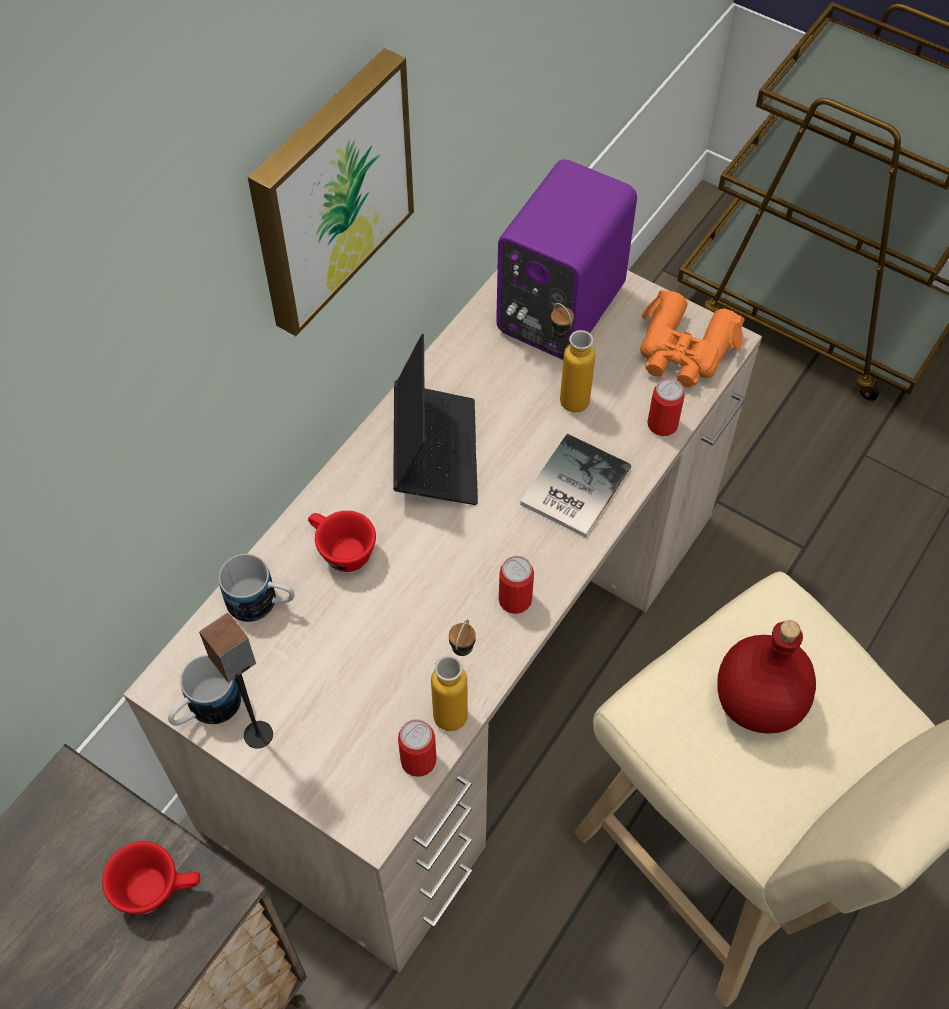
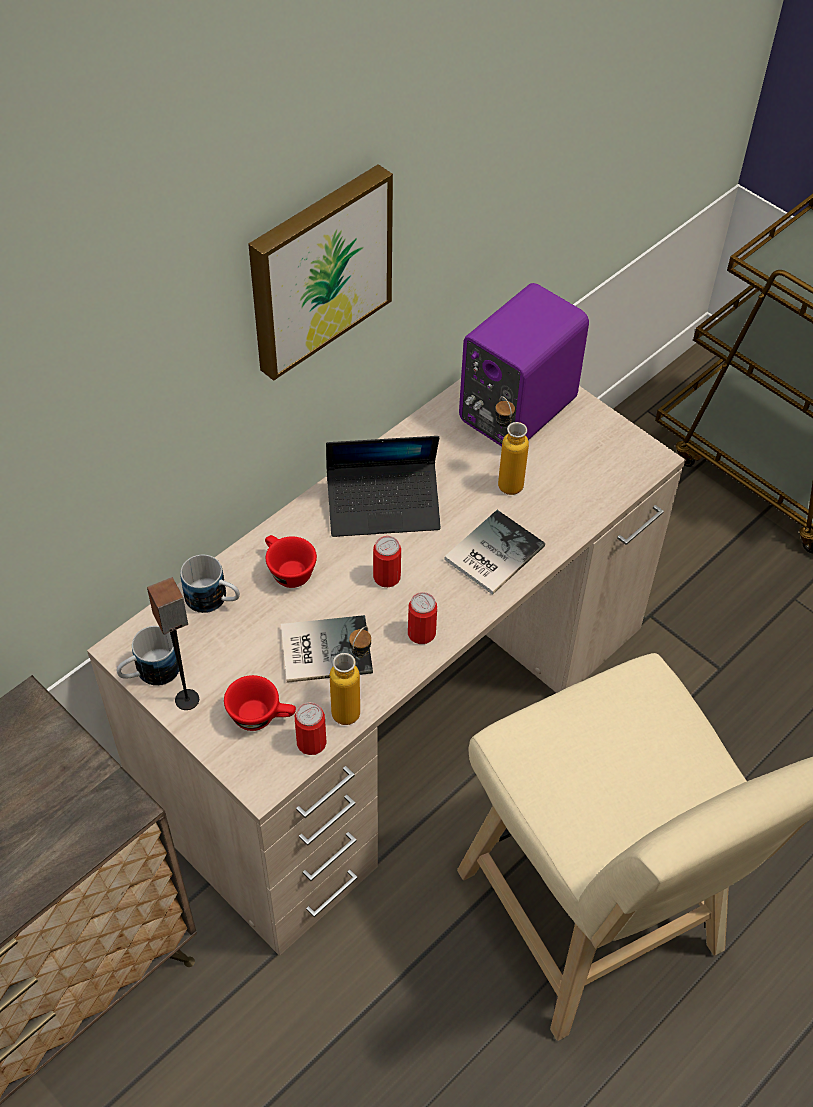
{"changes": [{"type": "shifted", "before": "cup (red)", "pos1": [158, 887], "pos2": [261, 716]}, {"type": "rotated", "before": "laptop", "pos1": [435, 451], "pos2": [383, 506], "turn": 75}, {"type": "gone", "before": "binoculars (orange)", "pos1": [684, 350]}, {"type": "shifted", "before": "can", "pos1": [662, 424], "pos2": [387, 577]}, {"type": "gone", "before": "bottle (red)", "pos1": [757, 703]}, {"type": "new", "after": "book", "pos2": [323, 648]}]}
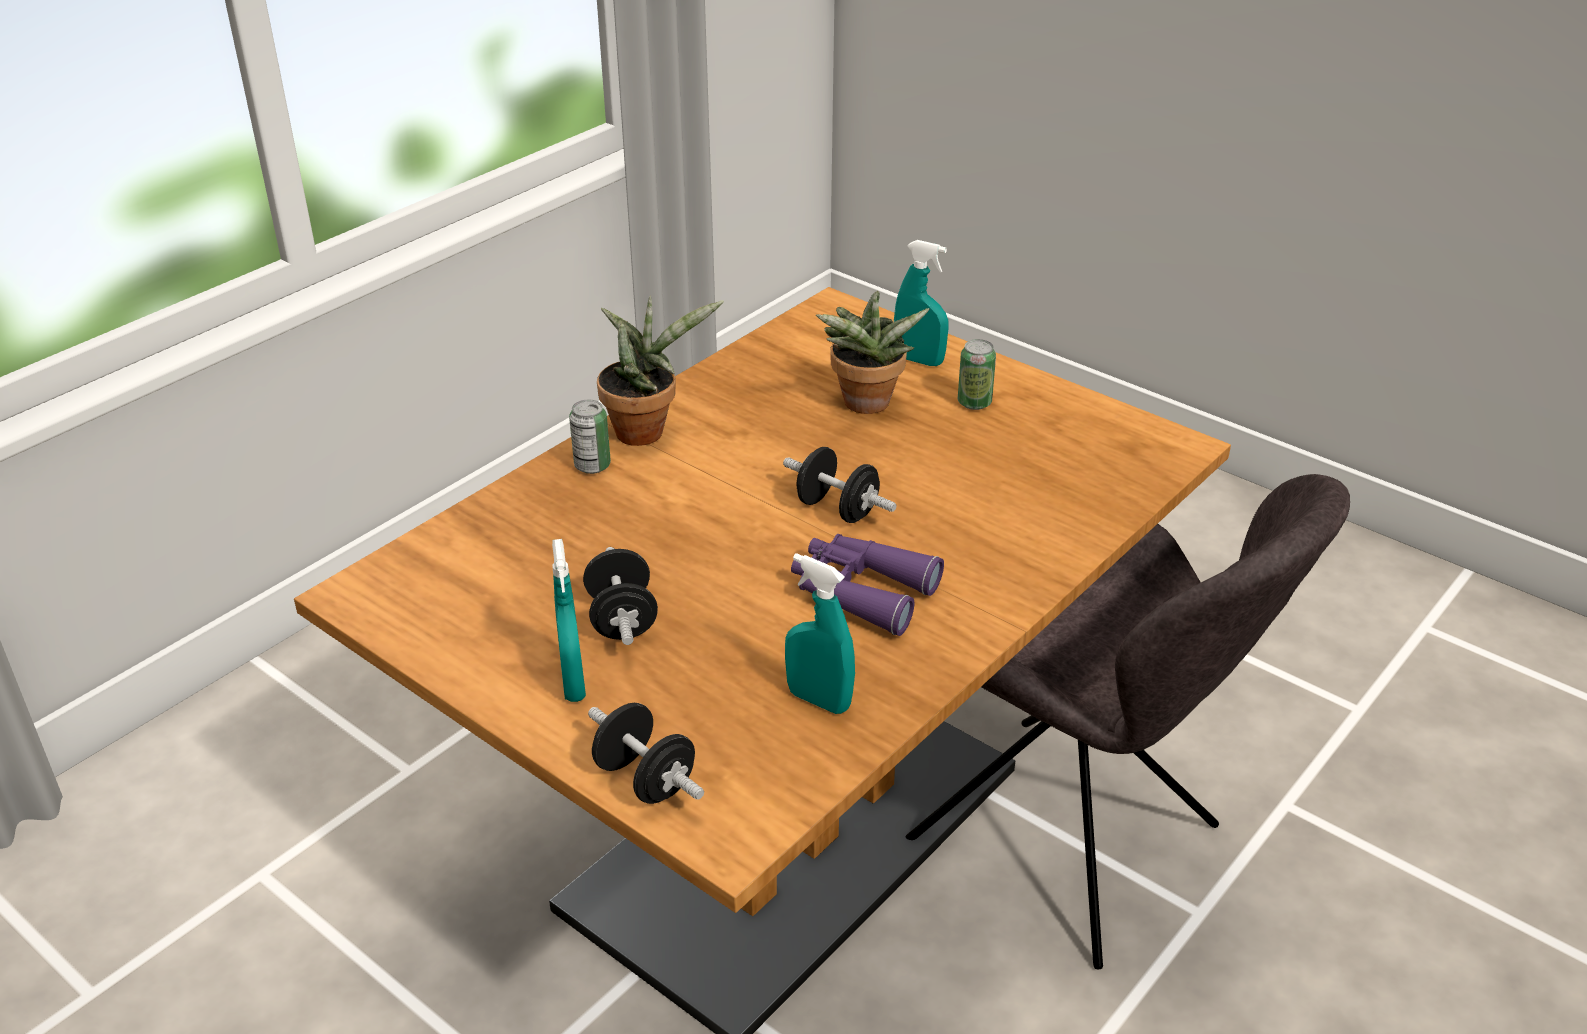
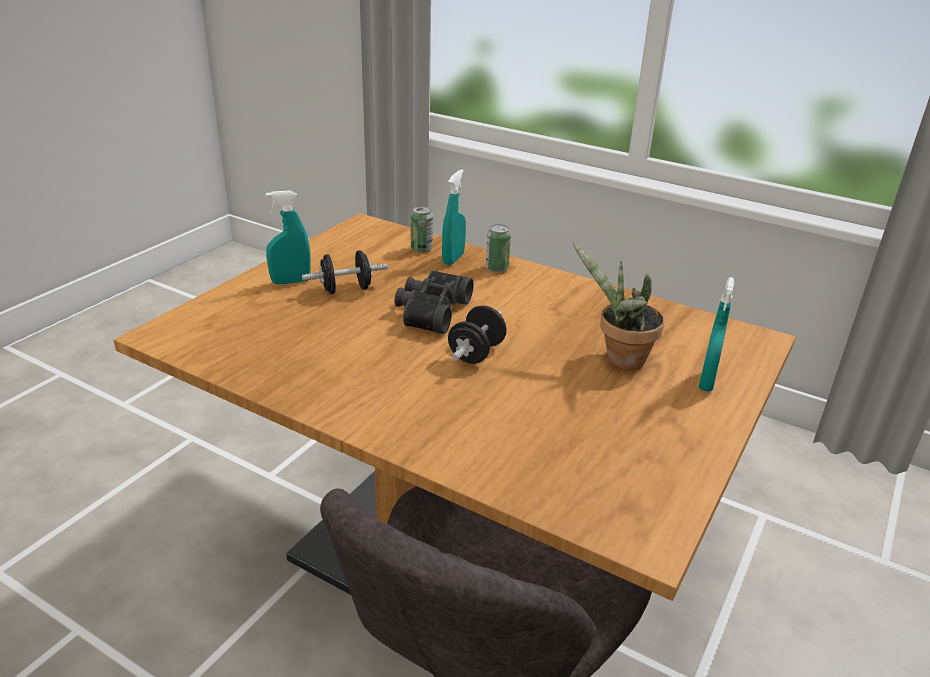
{"changes": [{"type": "gone", "before": "dumbbell (black)", "pos1": [645, 779]}, {"type": "gone", "before": "potted plant", "pos1": [646, 430]}, {"type": "shifted", "before": "spray bottle (turquoise)", "pos1": [818, 700], "pos2": [453, 259]}, {"type": "gone", "before": "binoculars (purple)", "pos1": [860, 592]}, {"type": "shifted", "before": "can", "pos1": [974, 403], "pos2": [421, 249]}, {"type": "new", "after": "binoculars (black)", "pos2": [430, 311]}]}
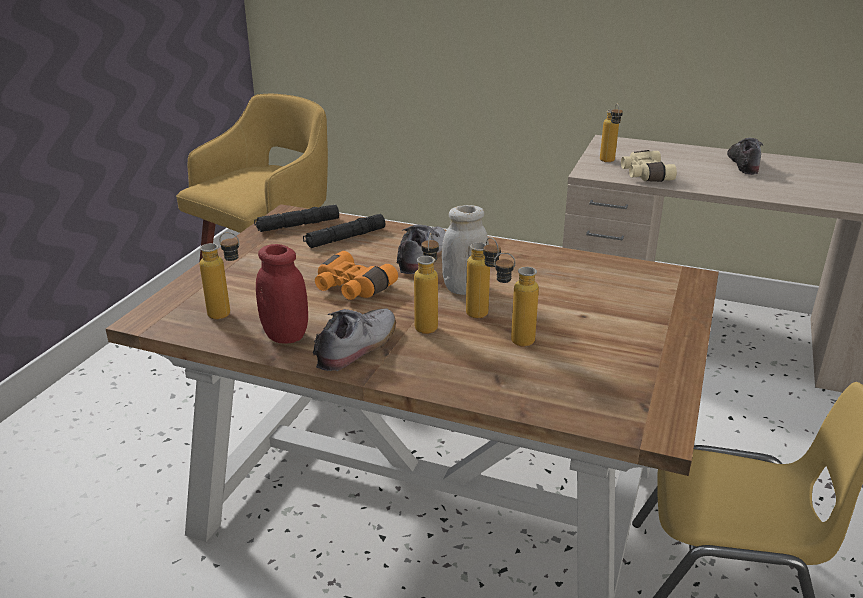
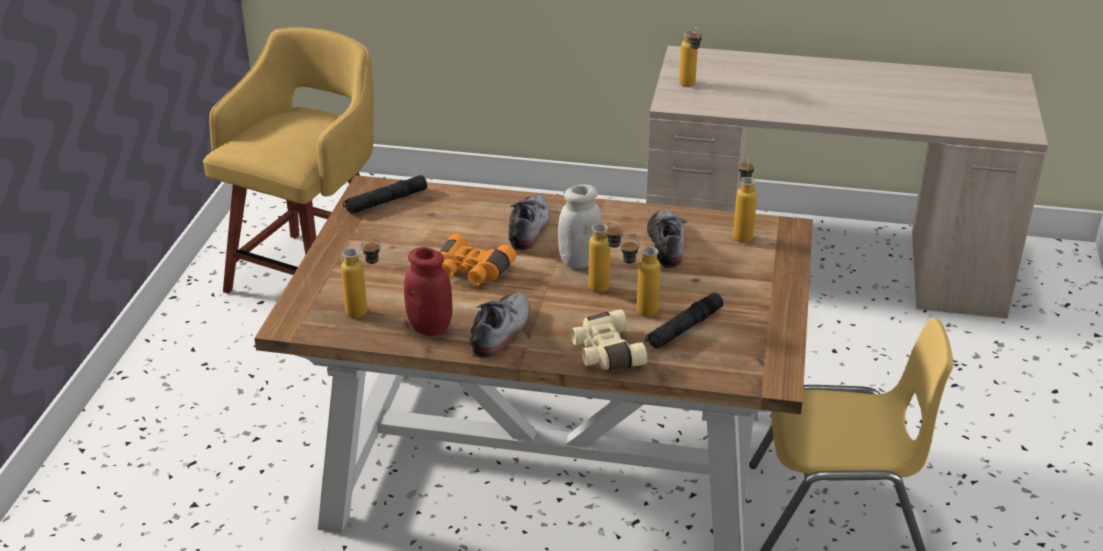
{"changes": [{"type": "shifted", "before": "flashlight (black)", "pos1": [345, 238], "pos2": [684, 328]}, {"type": "shifted", "before": "bottle", "pos1": [428, 323], "pos2": [741, 233]}, {"type": "shifted", "before": "binoculars (beige)", "pos1": [644, 175], "pos2": [605, 352]}, {"type": "shifted", "before": "shoe", "pos1": [743, 164], "pos2": [666, 244]}]}
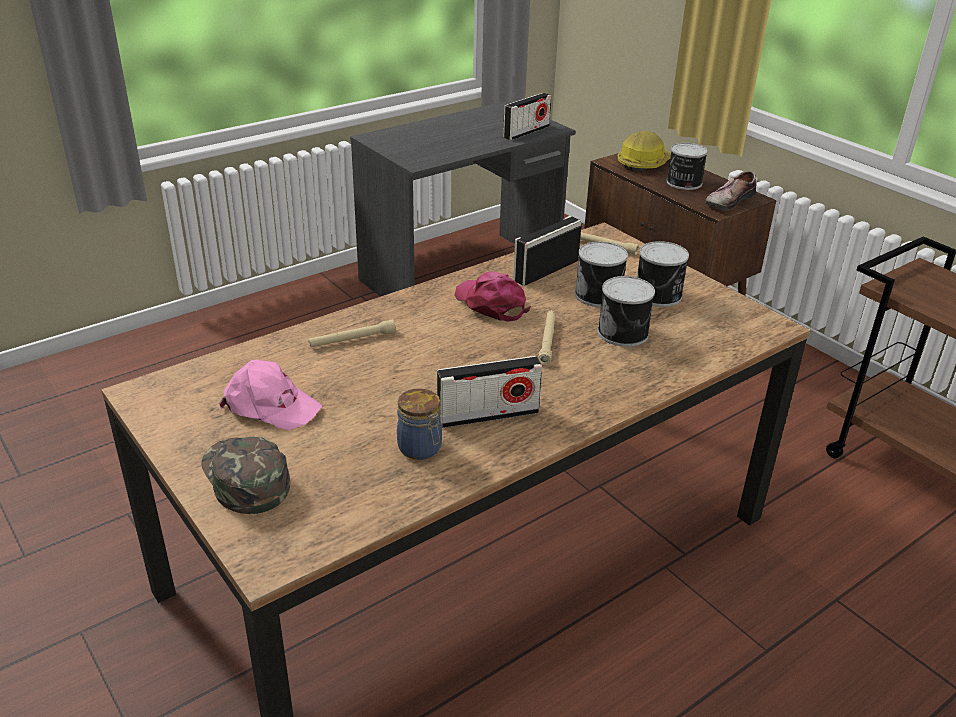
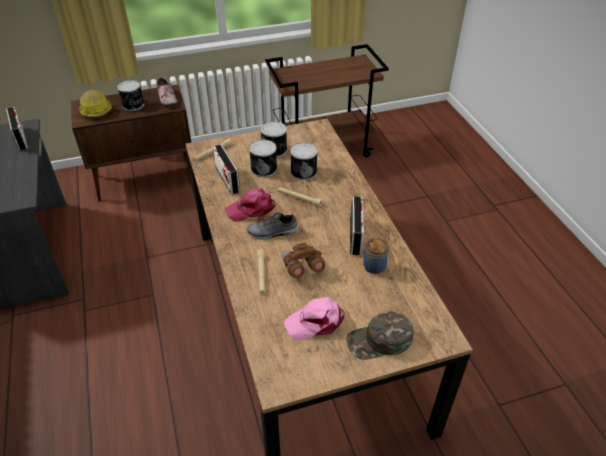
{"changes": [{"type": "rotated", "before": "cap (pink)", "pos1": [270, 406], "pos2": [316, 321], "turn": -150}, {"type": "new", "after": "shoe (grey)", "pos2": [272, 233]}, {"type": "new", "after": "binoculars (brown)", "pos2": [302, 268]}]}
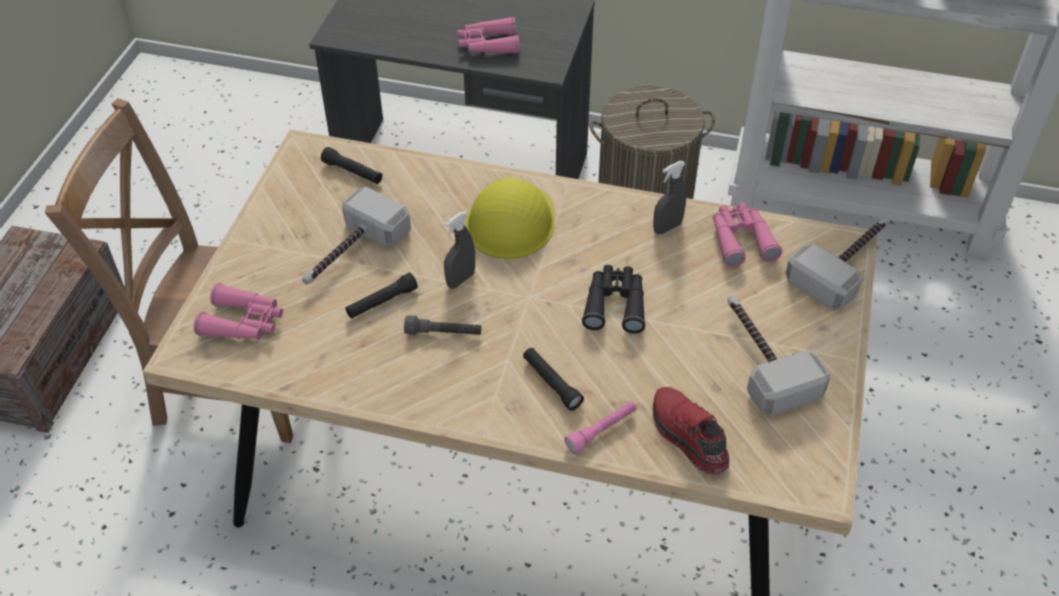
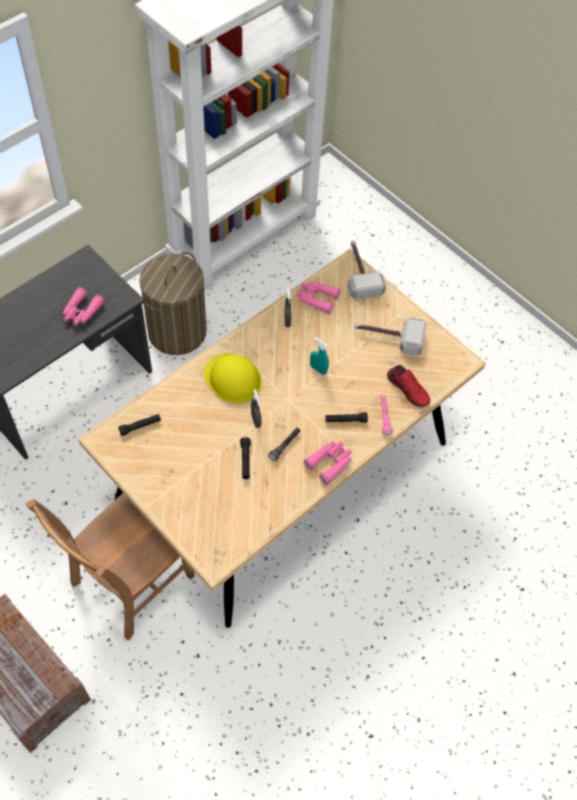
{"changes": [{"type": "shifted", "before": "binoculars (pink)", "pos1": [244, 322], "pos2": [330, 463]}, {"type": "gone", "before": "hammer", "pos1": [350, 253]}, {"type": "swapped", "before": "binoculars (black)", "after": "spray bottle (turquoise)", "pos1": [615, 304], "pos2": [318, 369]}, {"type": "rotated", "before": "shoe (red)", "pos1": [687, 437], "pos2": [409, 389], "turn": -135}]}
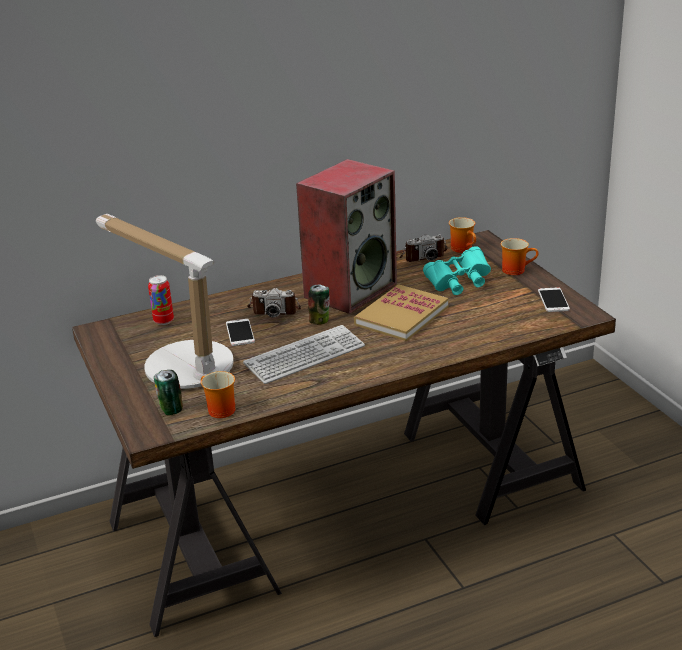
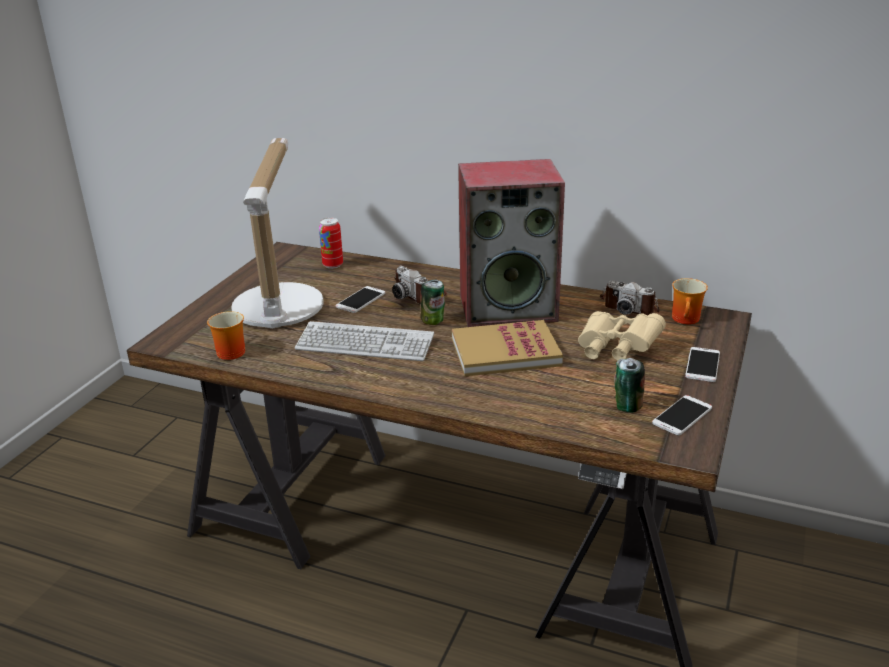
{"changes": [{"type": "shifted", "before": "can", "pos1": [171, 410], "pos2": [626, 406]}, {"type": "repainted", "before": "binoculars (turquoise)", "after": "binoculars (beige)", "pos1": [458, 284], "pos2": [615, 350]}, {"type": "swapped", "before": "mug", "after": "phone", "pos1": [516, 270], "pos2": [702, 365]}]}
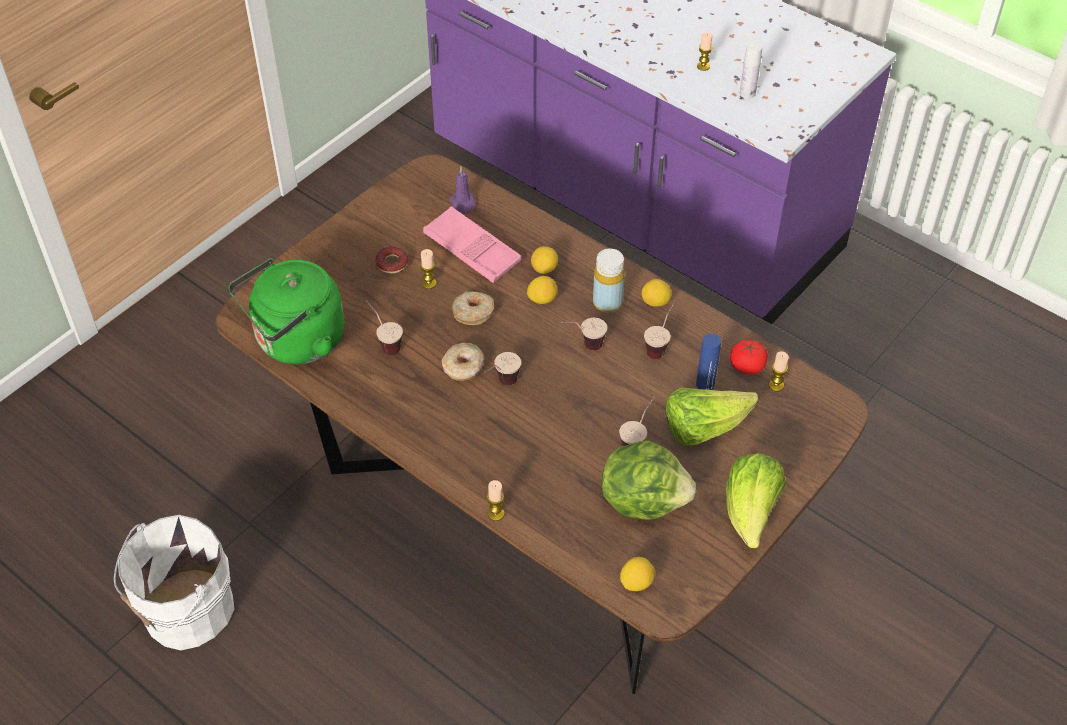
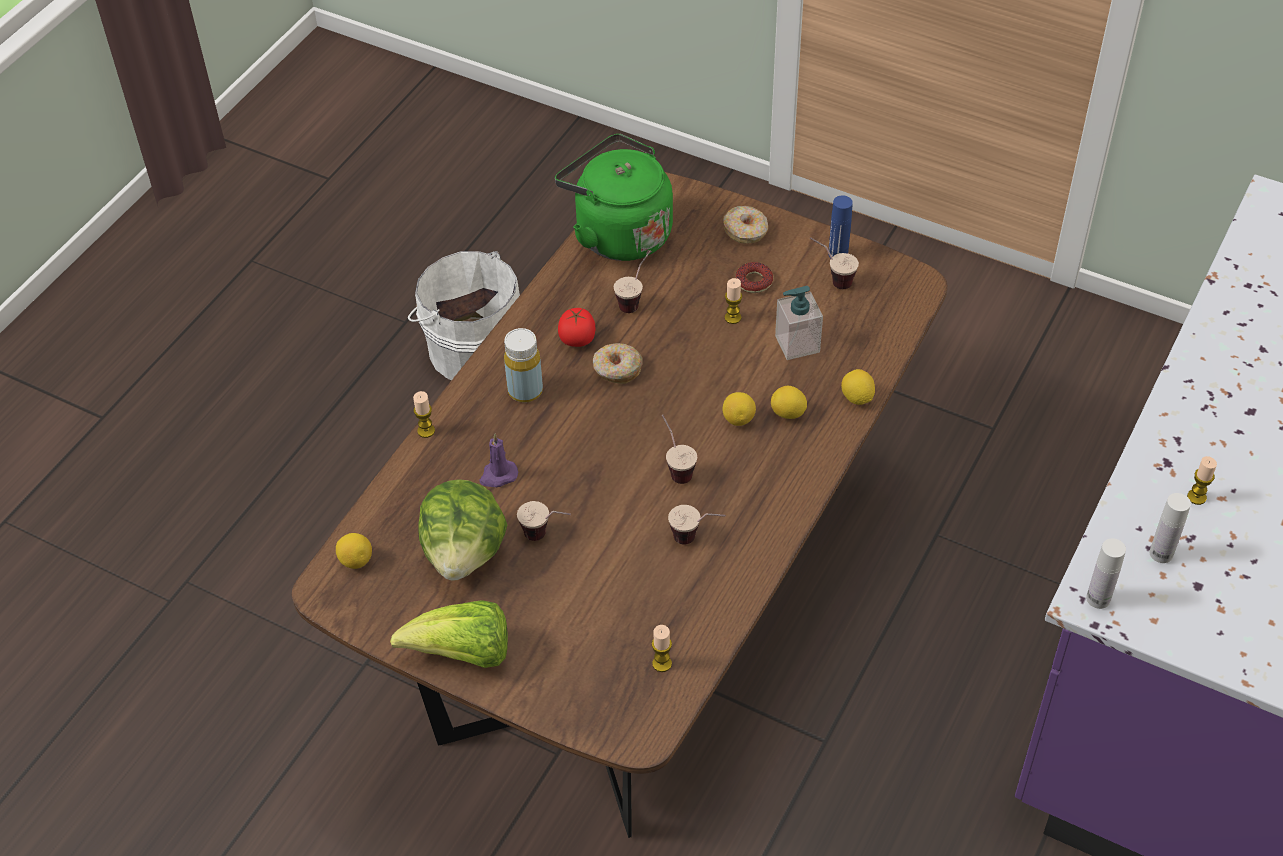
{"changes": [{"type": "swapped", "before": "tray (pink)", "after": "soap dispenser", "pos1": [472, 250], "pos2": [797, 344]}, {"type": "shifted", "before": "candle (purple)", "pos1": [463, 204], "pos2": [498, 475]}, {"type": "shifted", "before": "donut", "pos1": [473, 312], "pos2": [746, 231]}, {"type": "shifted", "before": "cup", "pos1": [501, 385], "pos2": [831, 279]}, {"type": "shifted", "before": "bottle (yellow)", "pos1": [607, 302], "pos2": [525, 391]}, {"type": "shifted", "before": "lemon", "pos1": [655, 302], "pos2": [857, 398]}, {"type": "gone", "before": "lettuce", "pos1": [703, 428]}, {"type": "shifted", "before": "bottle (blue)", "pos1": [705, 384], "pos2": [838, 254]}, {"type": "shifted", "before": "tomato", "pos1": [747, 366], "pos2": [577, 339]}, {"type": "new", "after": "bottle (white)", "pos2": [1098, 598]}]}
